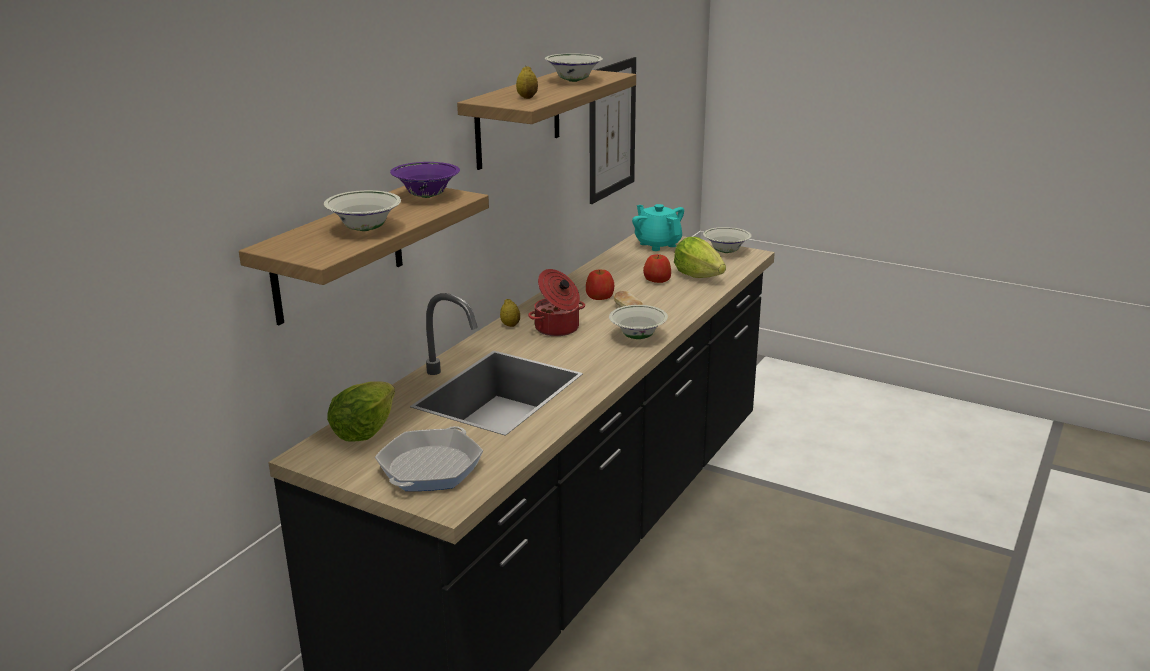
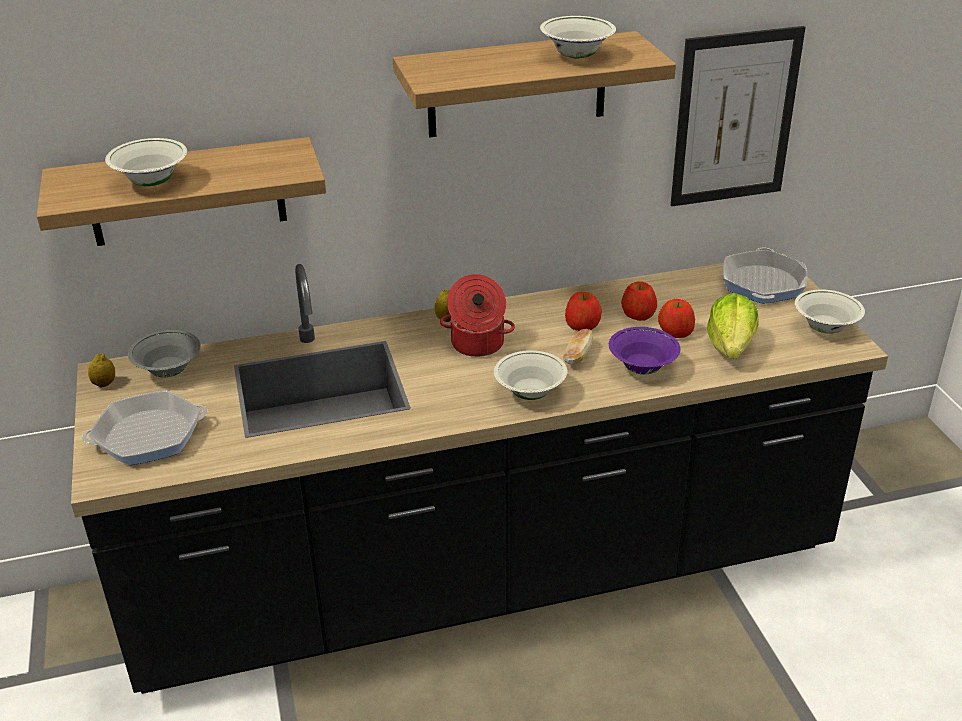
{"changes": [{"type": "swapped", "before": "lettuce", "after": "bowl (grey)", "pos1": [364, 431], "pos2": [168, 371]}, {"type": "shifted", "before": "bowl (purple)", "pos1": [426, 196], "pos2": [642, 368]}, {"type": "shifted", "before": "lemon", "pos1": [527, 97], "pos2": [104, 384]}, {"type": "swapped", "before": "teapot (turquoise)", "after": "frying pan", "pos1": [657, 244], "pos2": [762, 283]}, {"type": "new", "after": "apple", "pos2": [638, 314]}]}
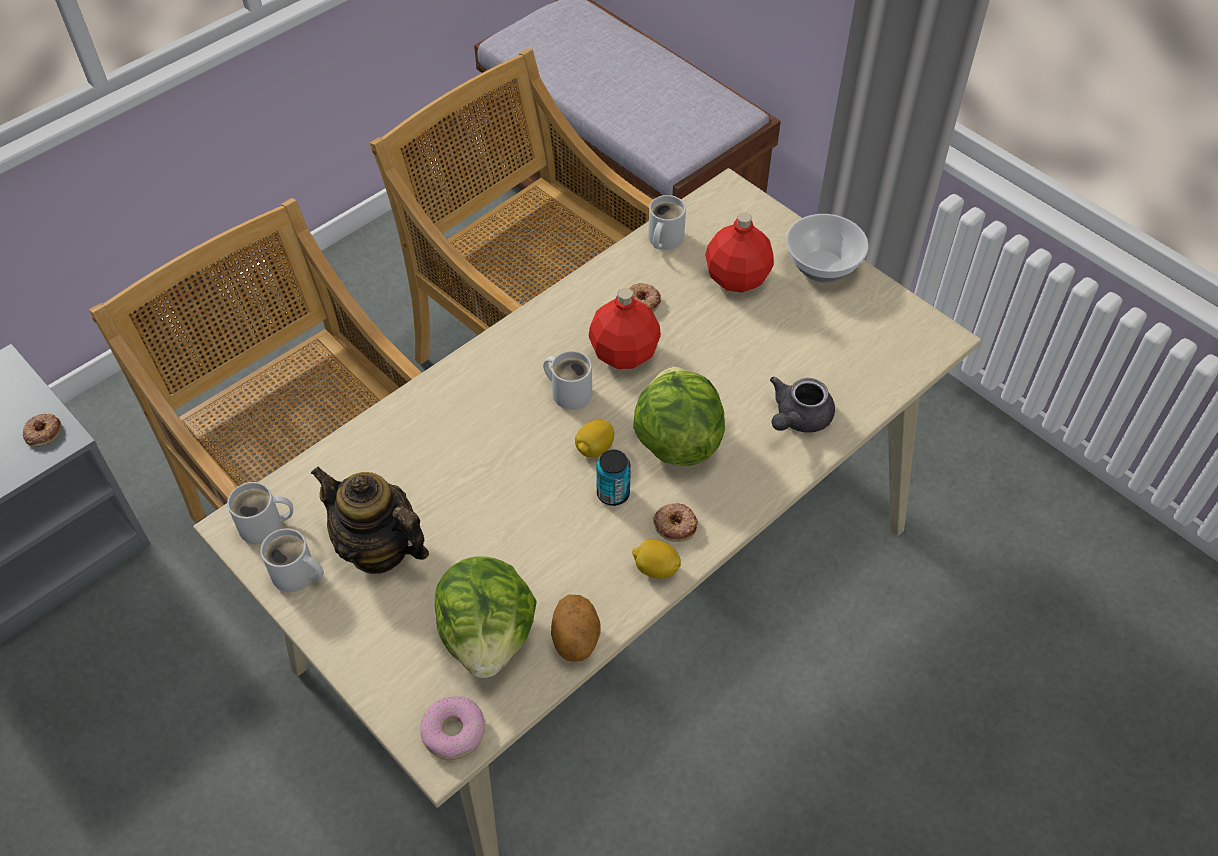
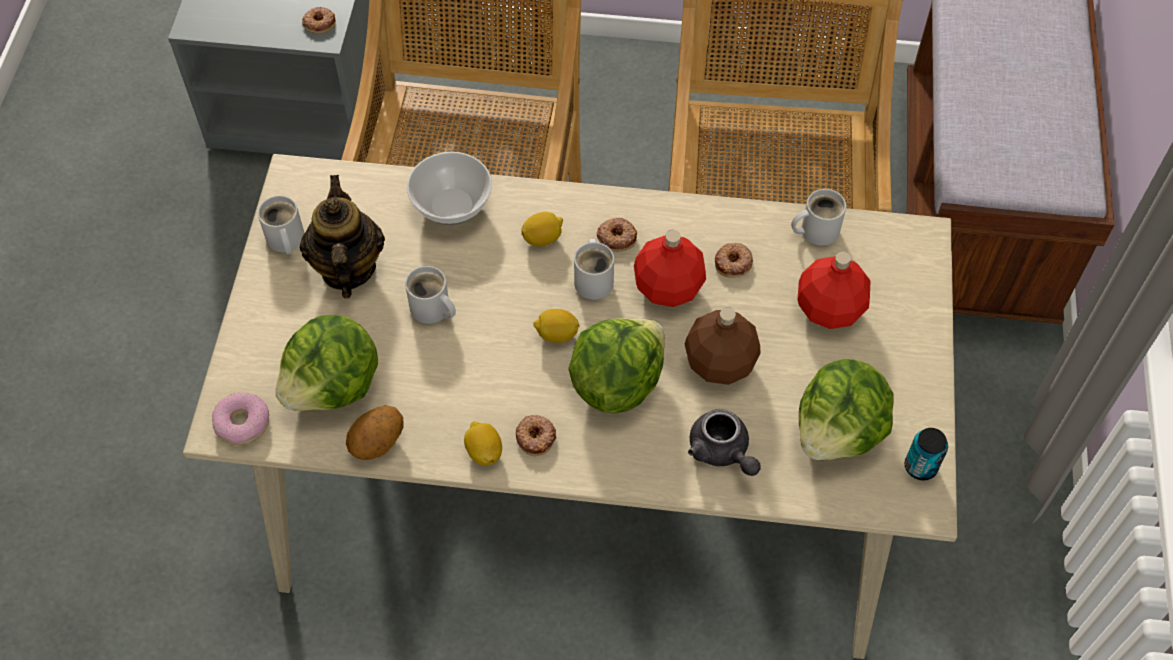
{"changes": [{"type": "shifted", "before": "mug (white)", "pos1": [265, 527], "pos2": [432, 310]}, {"type": "shifted", "before": "can", "pos1": [613, 493], "pos2": [920, 466]}, {"type": "rotated", "before": "teapot (grey)", "pos1": [797, 418], "pos2": [722, 452], "turn": -120}, {"type": "shifted", "before": "bowl", "pos1": [823, 267], "pos2": [451, 207]}, {"type": "new", "after": "lemon", "pos2": [543, 238]}, {"type": "new", "after": "donut", "pos2": [617, 237]}, {"type": "new", "after": "bottle (brown)", "pos2": [718, 363]}, {"type": "new", "after": "lettuce", "pos2": [839, 432]}]}
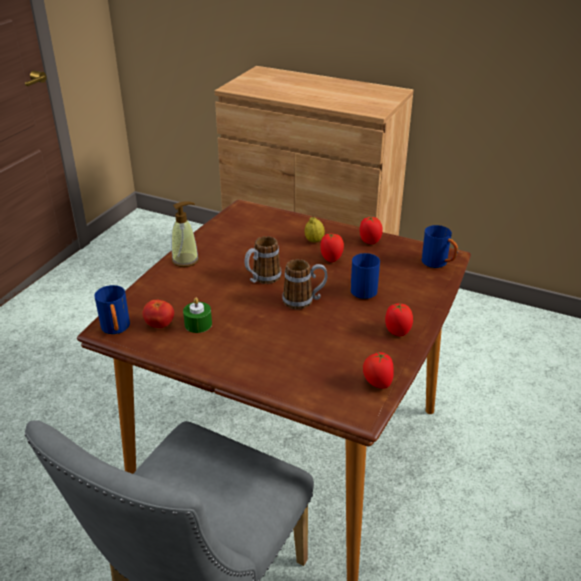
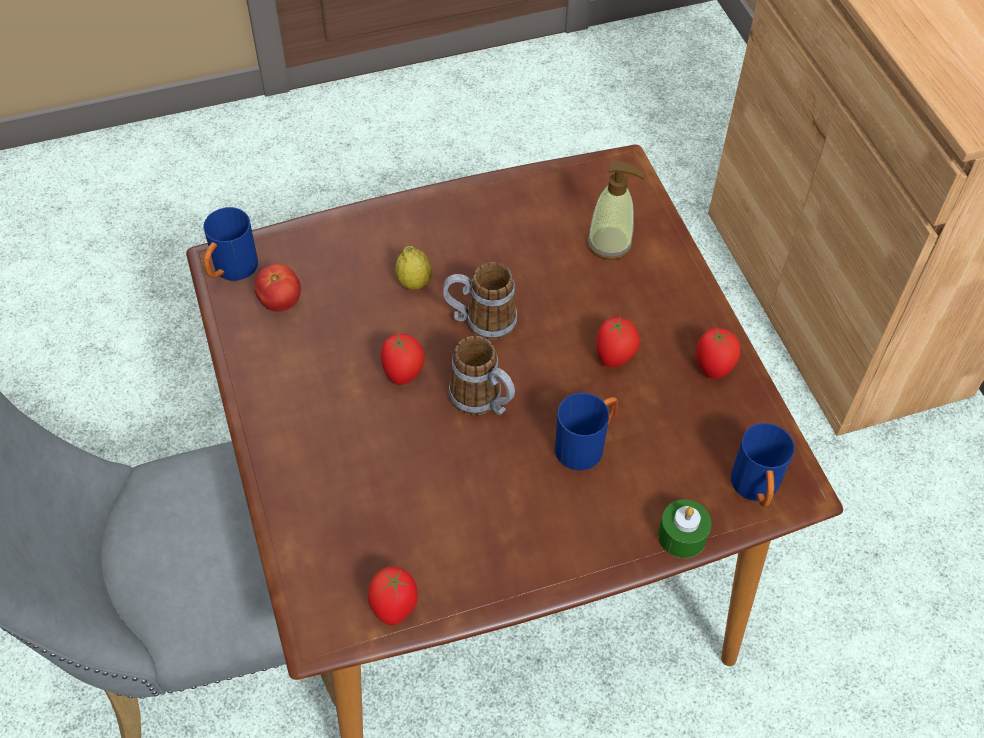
{"changes": [{"type": "shifted", "before": "soap dispenser", "pos1": [185, 260], "pos2": [610, 243]}, {"type": "shifted", "before": "candle (green)", "pos1": [198, 324], "pos2": [682, 536]}, {"type": "shifted", "before": "lemon", "pos1": [314, 241], "pos2": [414, 283]}, {"type": "shifted", "before": "tomato", "pos1": [397, 331], "pos2": [403, 373]}]}
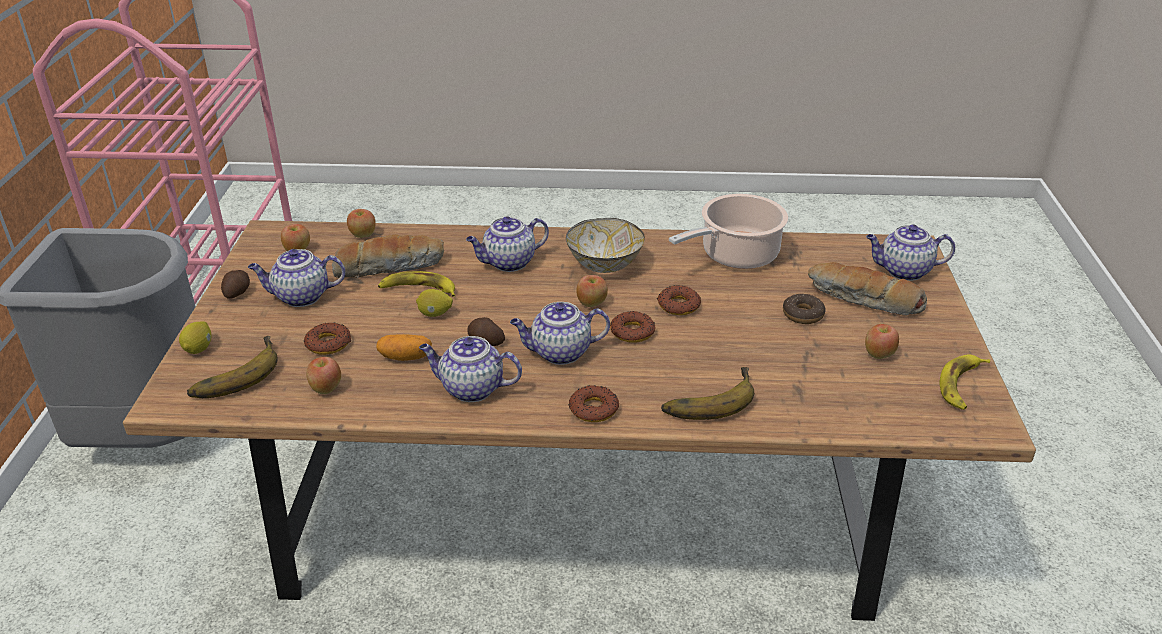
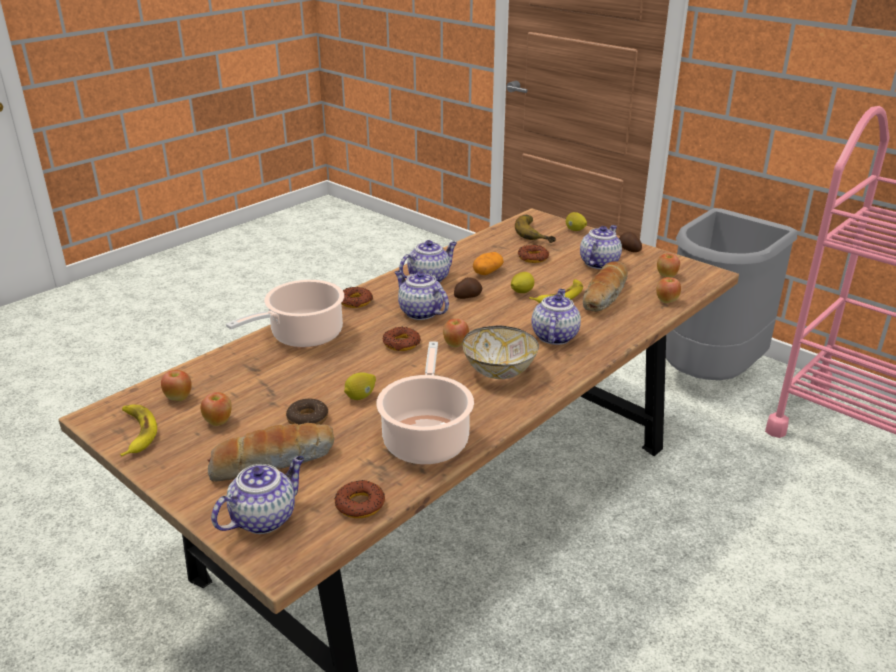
{"changes": [{"type": "shifted", "before": "apple", "pos1": [325, 388], "pos2": [179, 397]}, {"type": "rotated", "before": "teapot", "pos1": [559, 353], "pos2": [420, 312], "turn": -75}, {"type": "shifted", "before": "donut", "pos1": [678, 305], "pos2": [360, 504]}, {"type": "swapped", "before": "banana", "after": "cooking pot", "pos1": [706, 398], "pos2": [303, 336]}, {"type": "new", "after": "lemon", "pos2": [360, 396]}]}
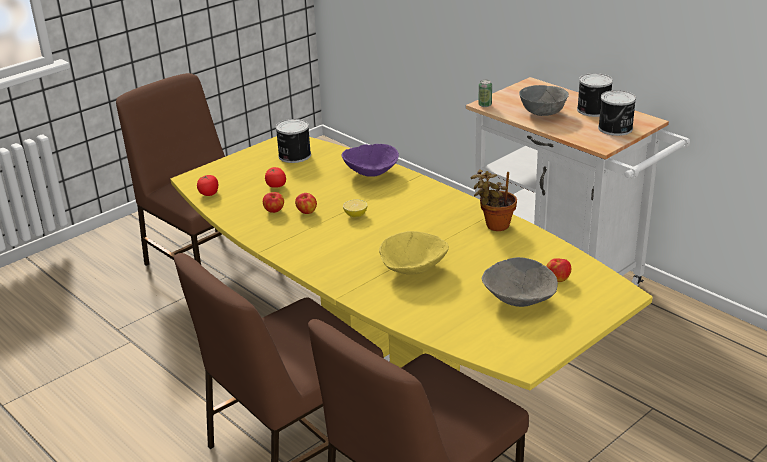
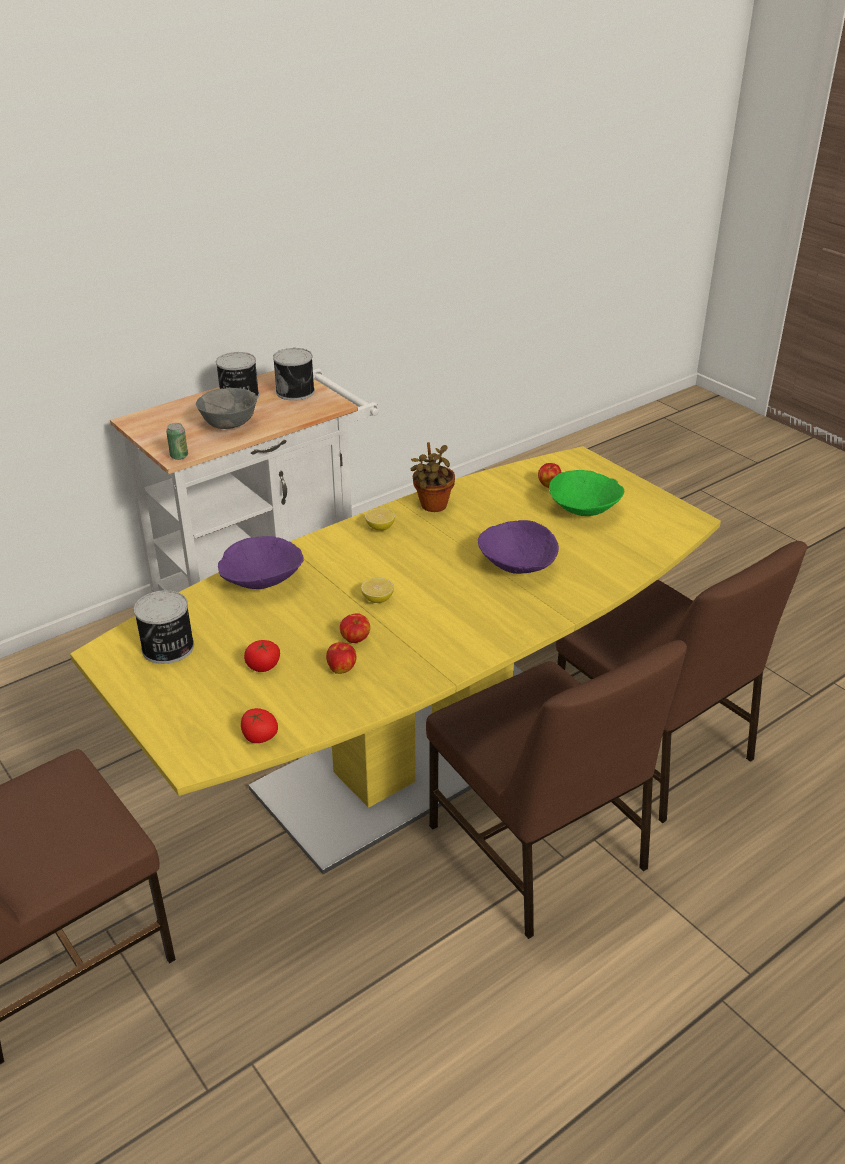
{"changes": [{"type": "repainted", "before": "bowl (yellow)", "after": "bowl (purple)", "pos1": [413, 269], "pos2": [517, 565]}, {"type": "repainted", "before": "bowl (grey)", "after": "bowl (green)", "pos1": [519, 299], "pos2": [584, 510]}, {"type": "new", "after": "lemon", "pos2": [380, 527]}]}
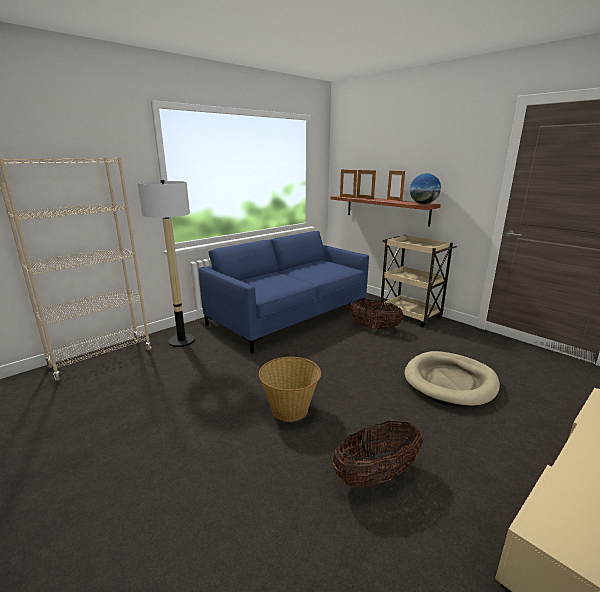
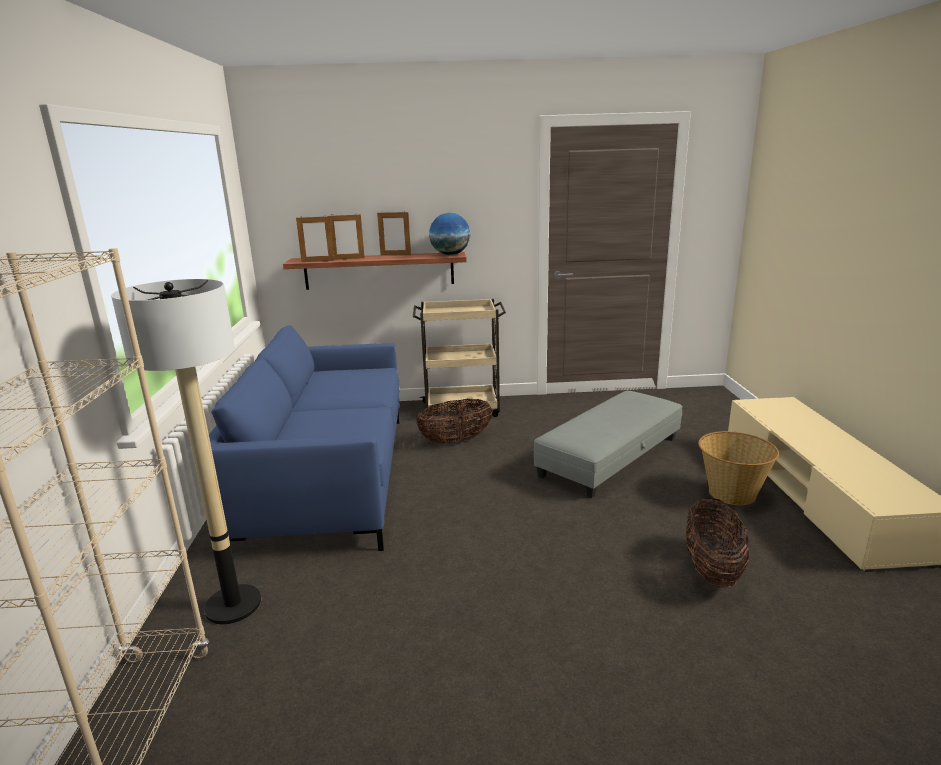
{"changes": [{"type": "shifted", "before": "basket", "pos1": [290, 409], "pos2": [731, 493]}, {"type": "swapped", "before": "dog bed (beige)", "after": "ottoman (grey)", "pos1": [450, 382], "pos2": [610, 457]}]}
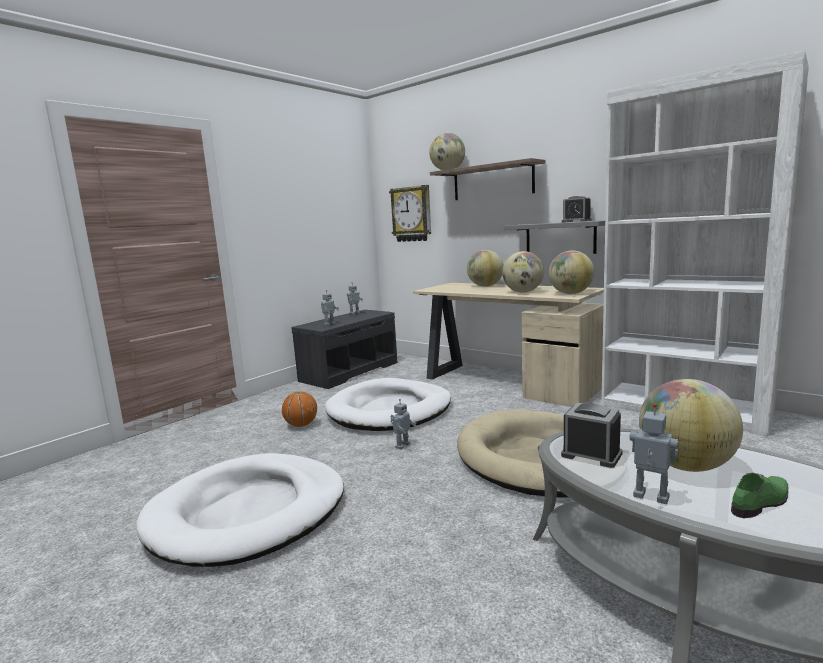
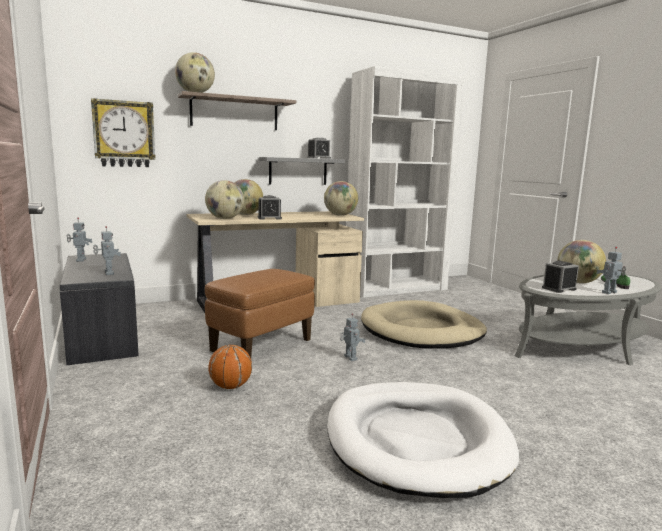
{"changes": [{"type": "swapped", "before": "dog bed (white)", "after": "ottoman (brown)", "pos1": [390, 410], "pos2": [262, 345]}, {"type": "shifted", "before": "globe", "pos1": [523, 292], "pos2": [225, 218]}, {"type": "new", "after": "alarm clock", "pos2": [269, 218]}]}
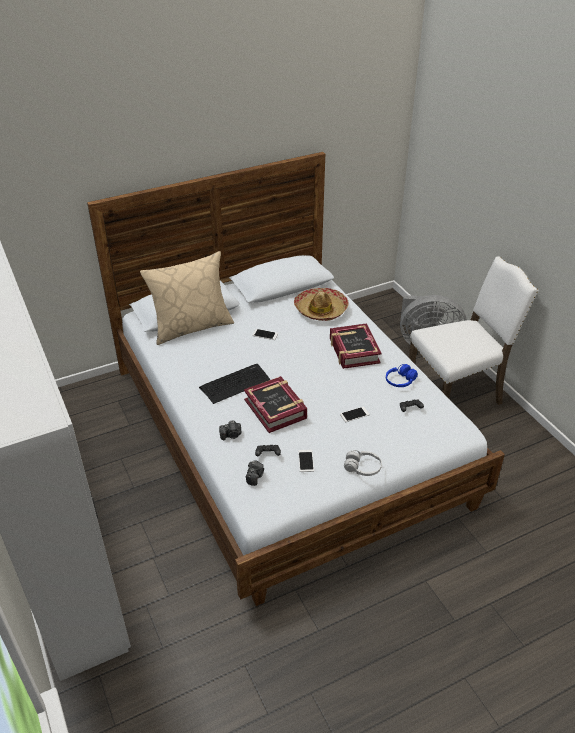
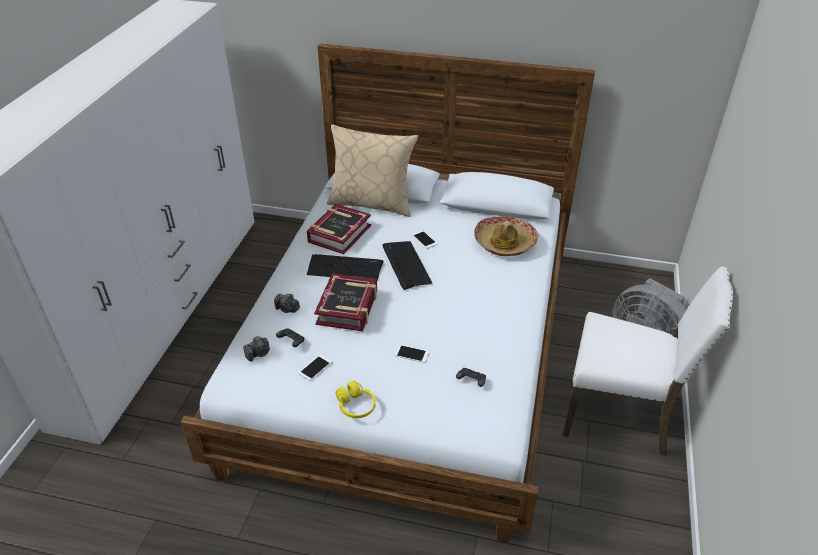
{"changes": [{"type": "shifted", "before": "book", "pos1": [353, 351], "pos2": [339, 234]}, {"type": "repainted", "before": "headphones (white)", "after": "headphones (yellow)", "pos1": [362, 468], "pos2": [356, 406]}, {"type": "gone", "before": "headphones (blue)", "pos1": [400, 381]}, {"type": "new", "after": "keyboard", "pos2": [406, 265]}]}
